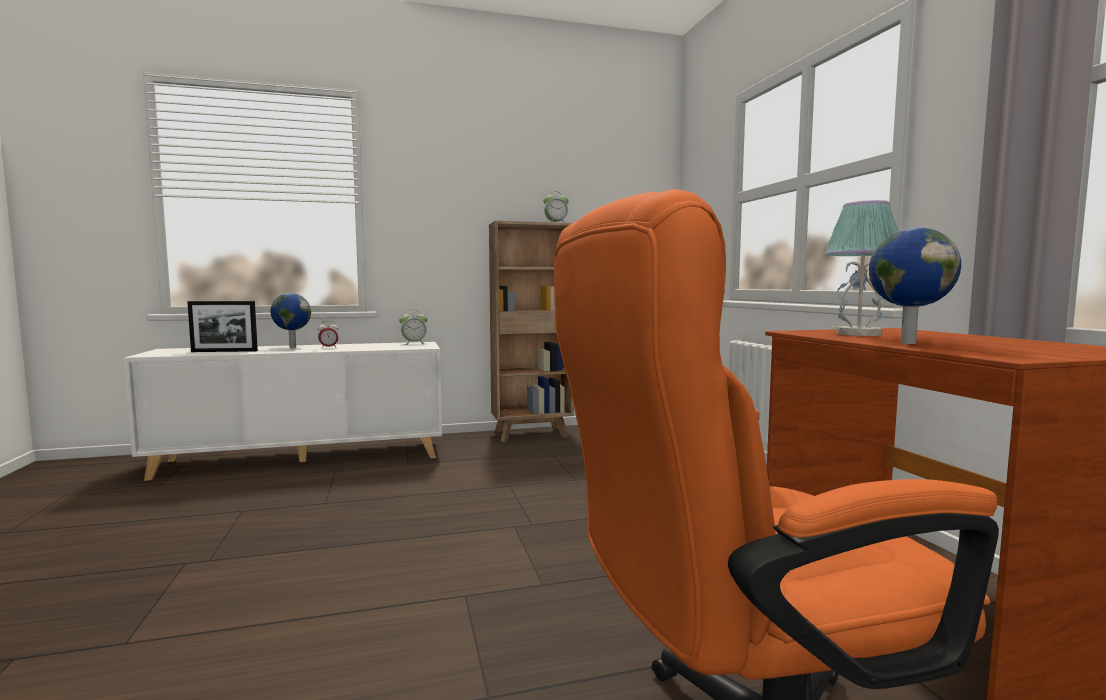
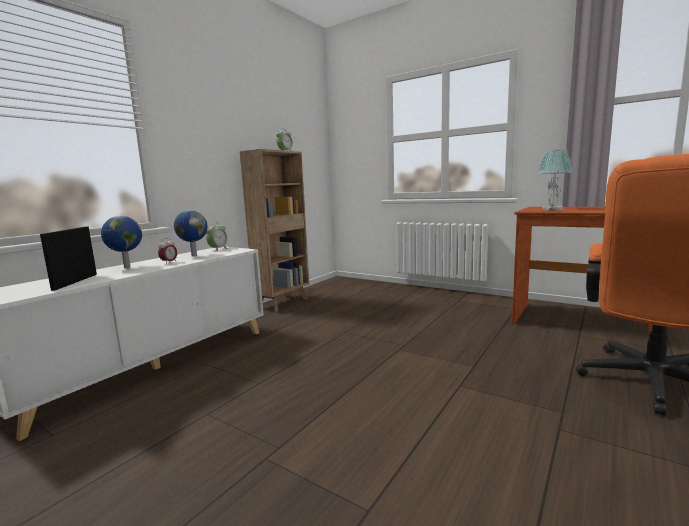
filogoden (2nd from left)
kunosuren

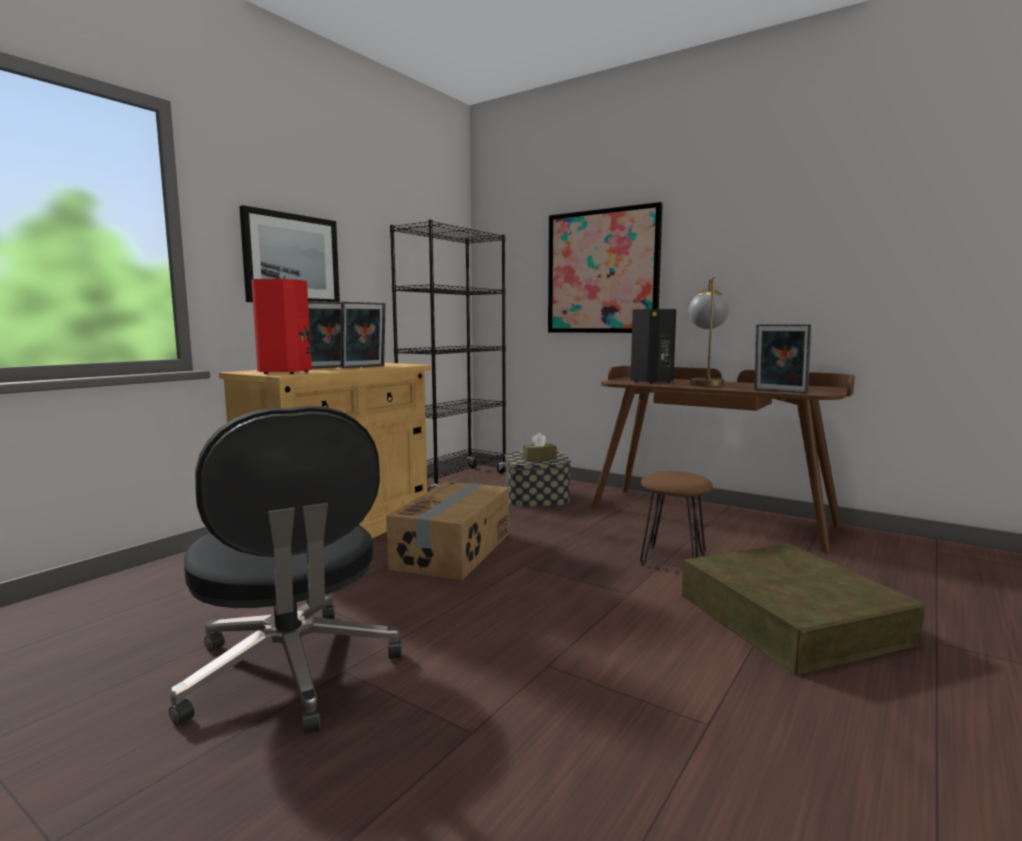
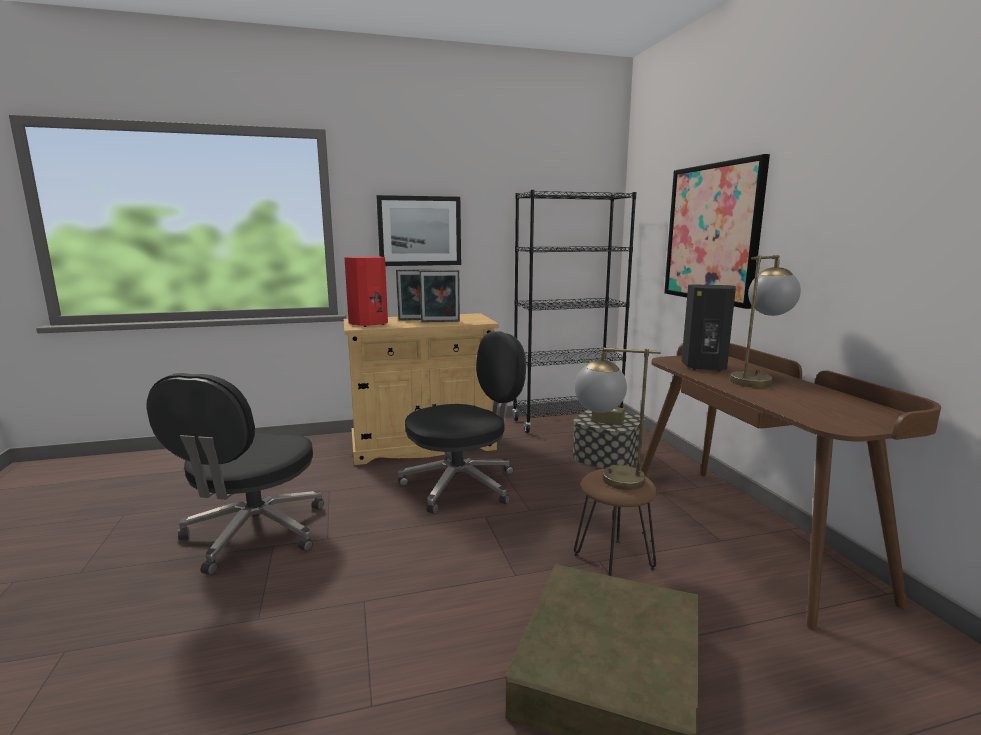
kunosuren (3rd from left in the first image)
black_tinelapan (2nd from left)
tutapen (1st from left)

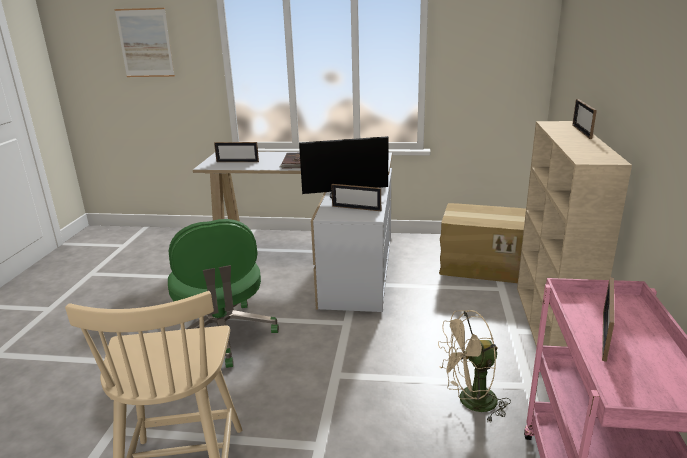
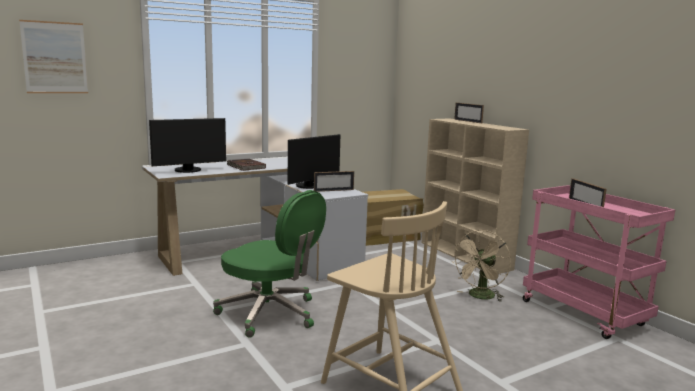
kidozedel (1st from left)

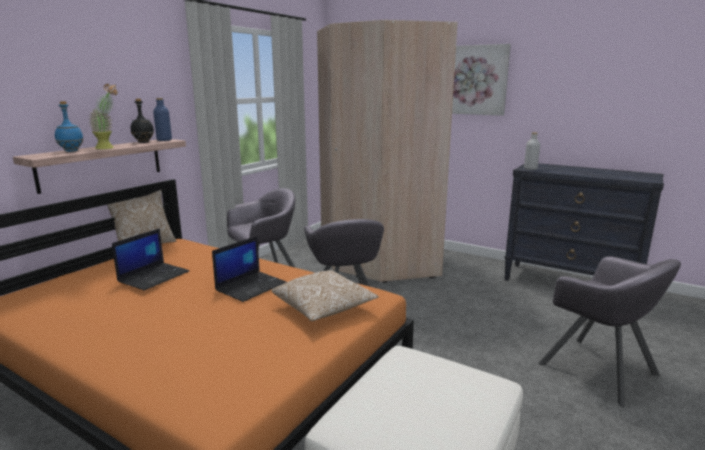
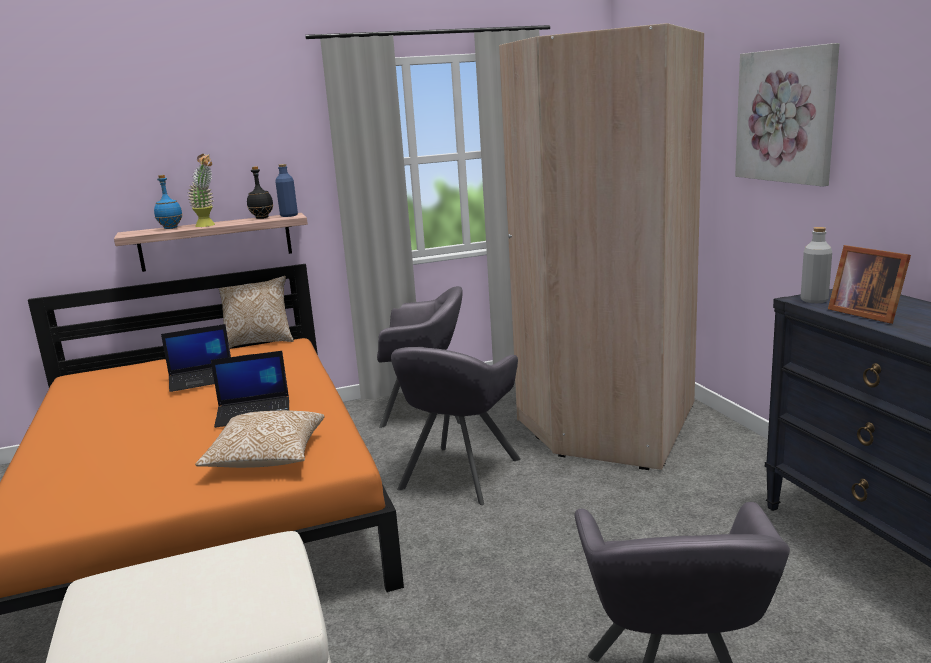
kunosuren

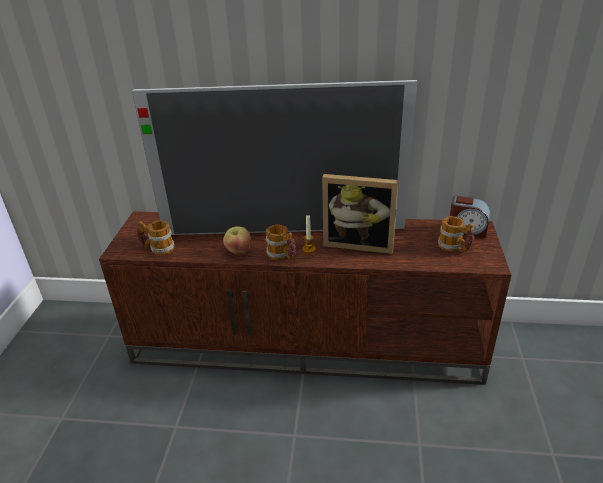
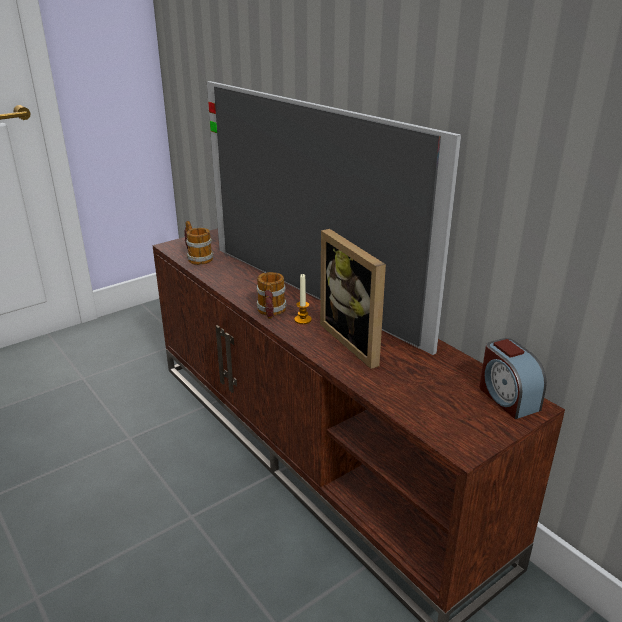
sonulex (3rd from left in the first image)
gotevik

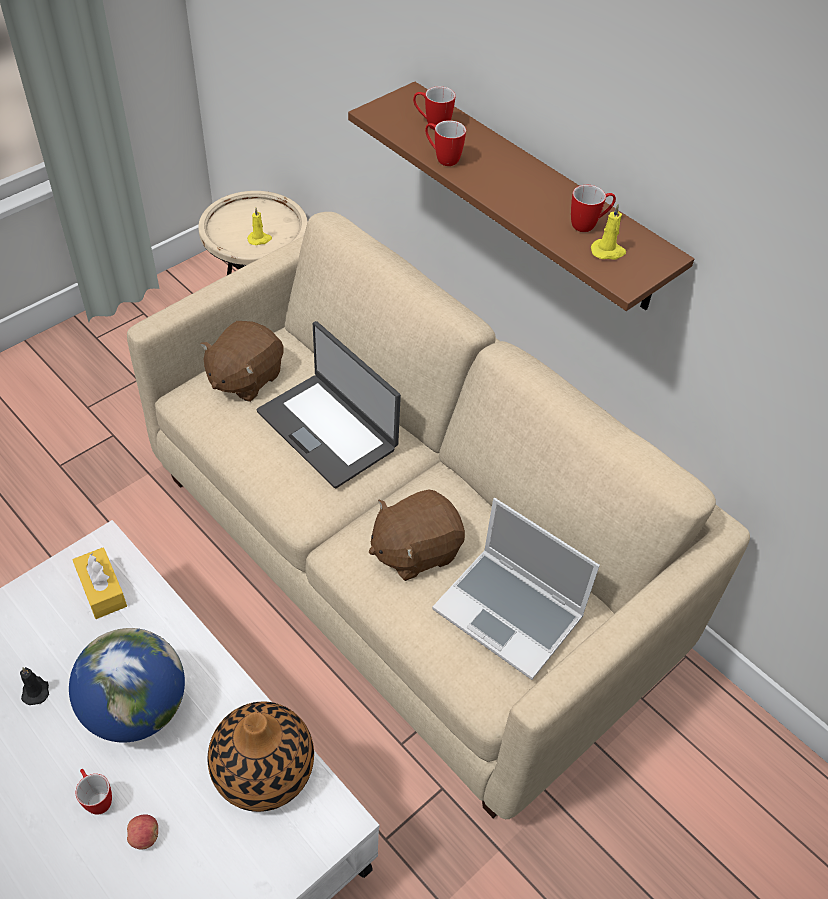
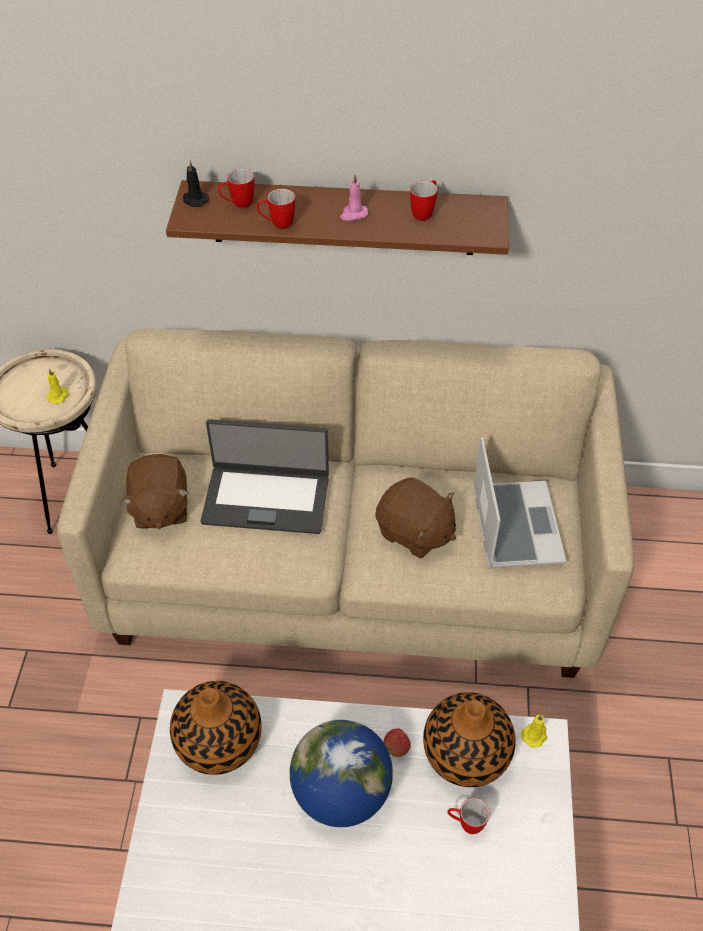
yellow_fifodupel (2nd from left)
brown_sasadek (2nd from left)
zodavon (2nd from left)
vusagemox (1st from left)
black_fifodupel
sonulex (4th from left)
gotevik
pink_fifodupel

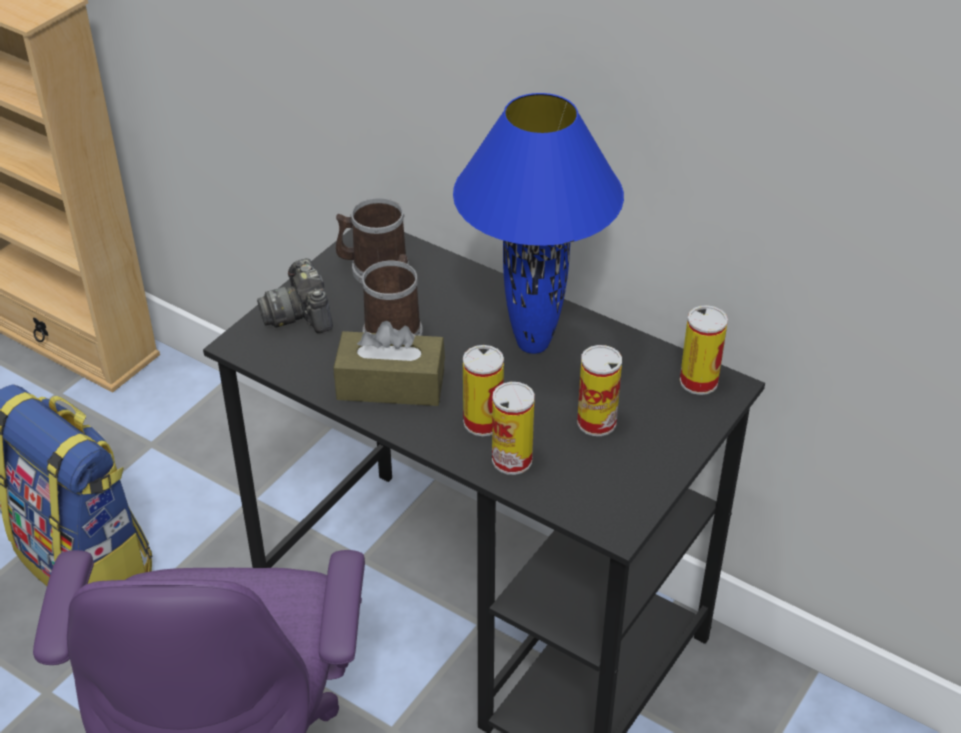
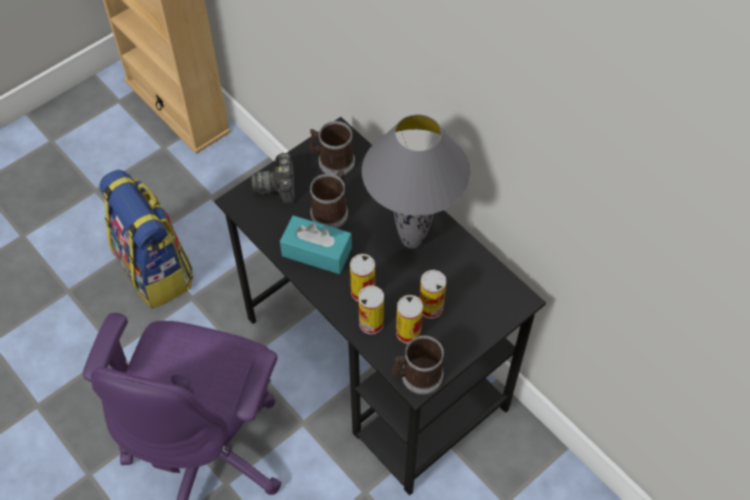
grey_tutapen
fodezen (3rd from left)
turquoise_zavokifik
sonulex (3rd from left)

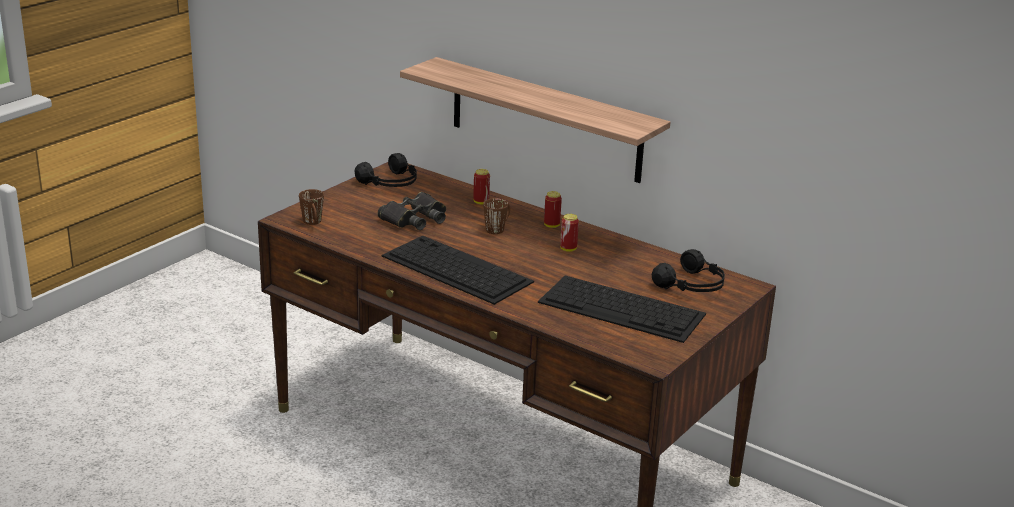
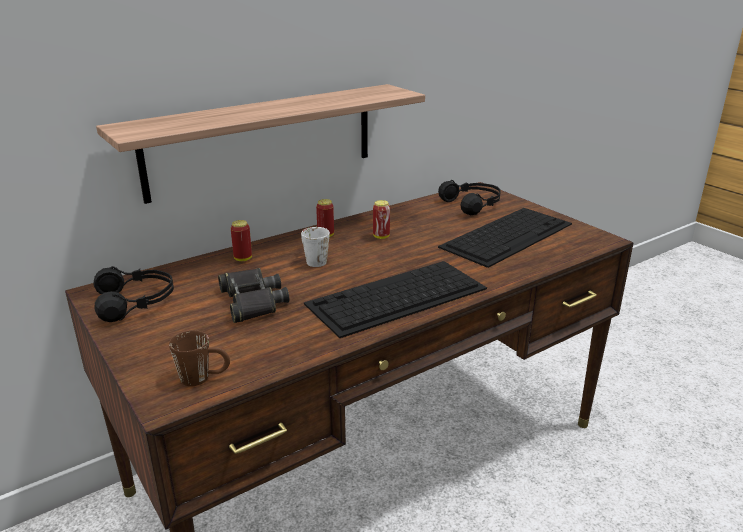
white_sonulex

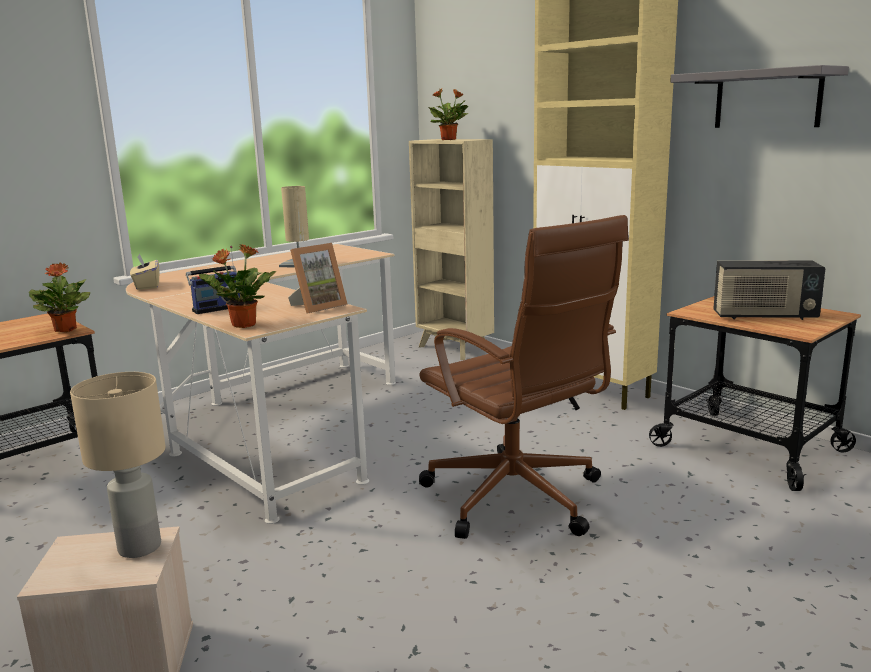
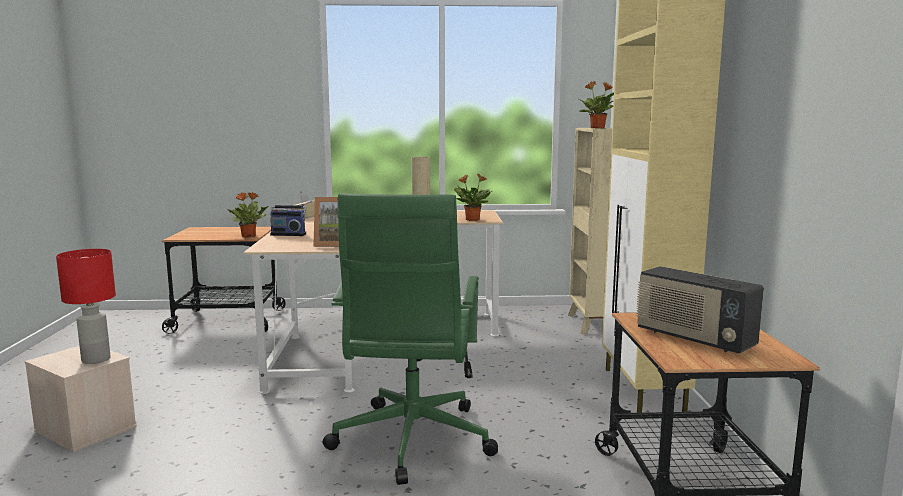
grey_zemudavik
green_tinelapan
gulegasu (2nd from left)
red_tutapen

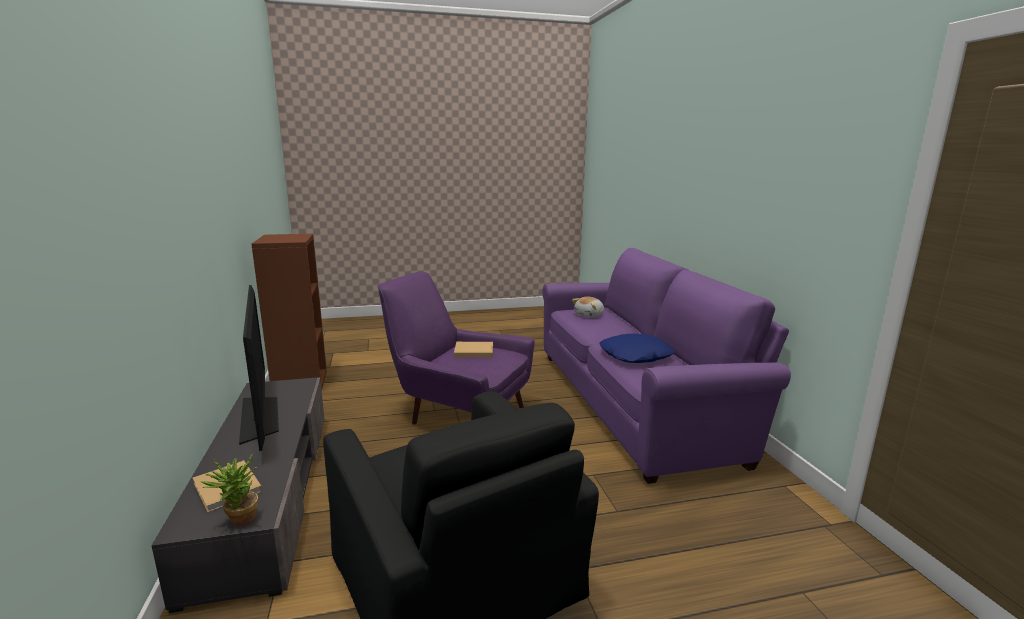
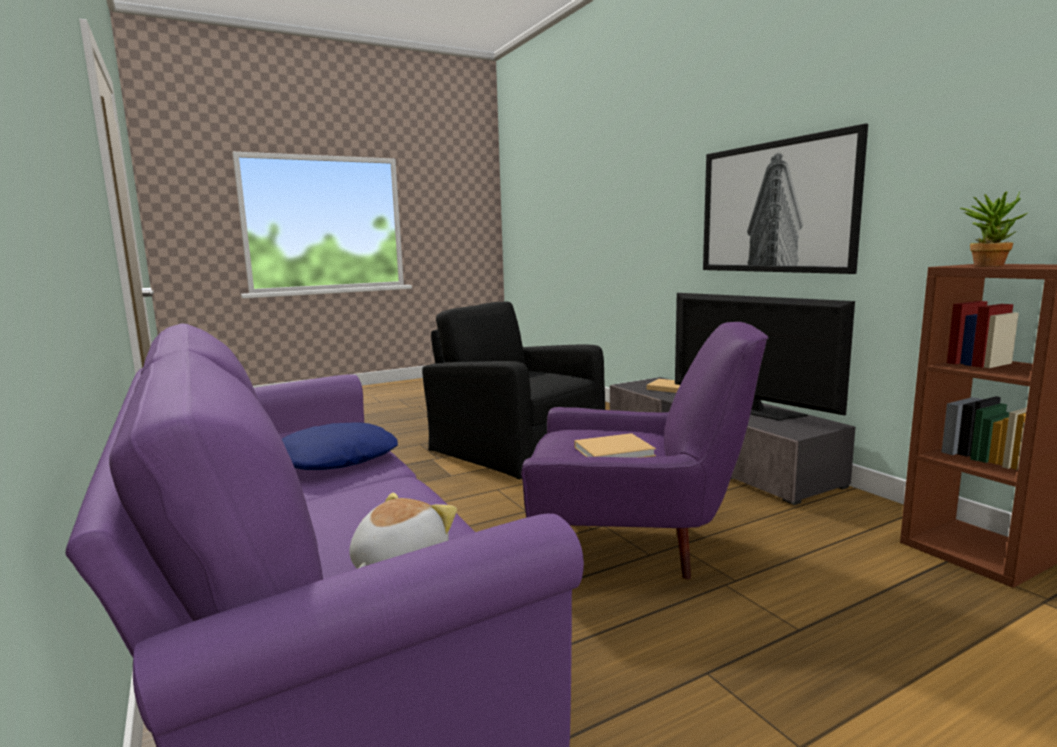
gulegasu
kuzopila

